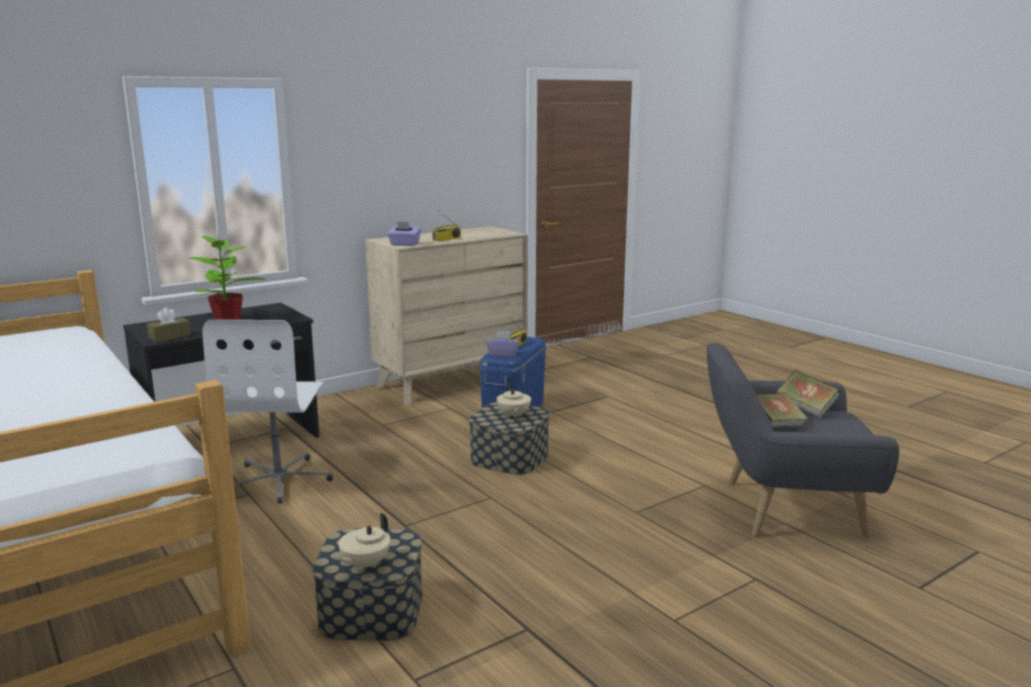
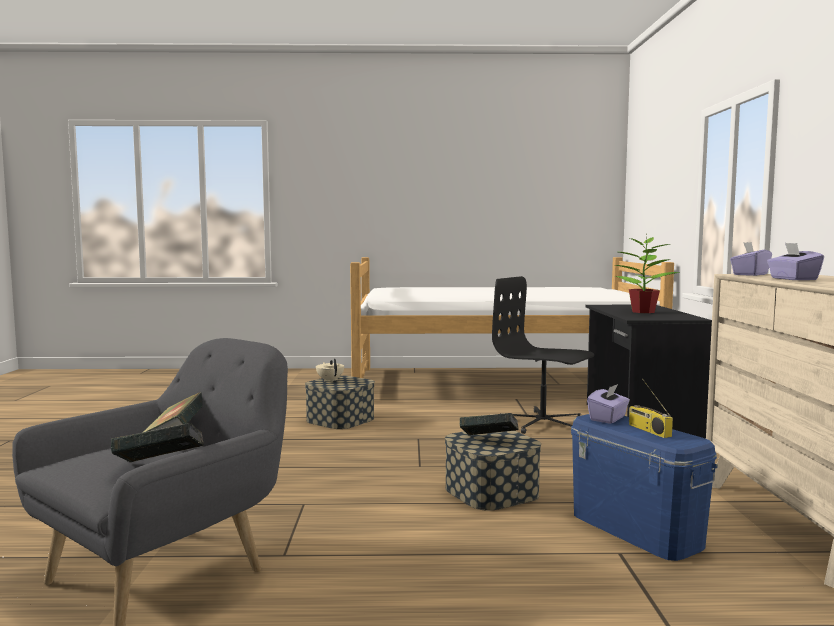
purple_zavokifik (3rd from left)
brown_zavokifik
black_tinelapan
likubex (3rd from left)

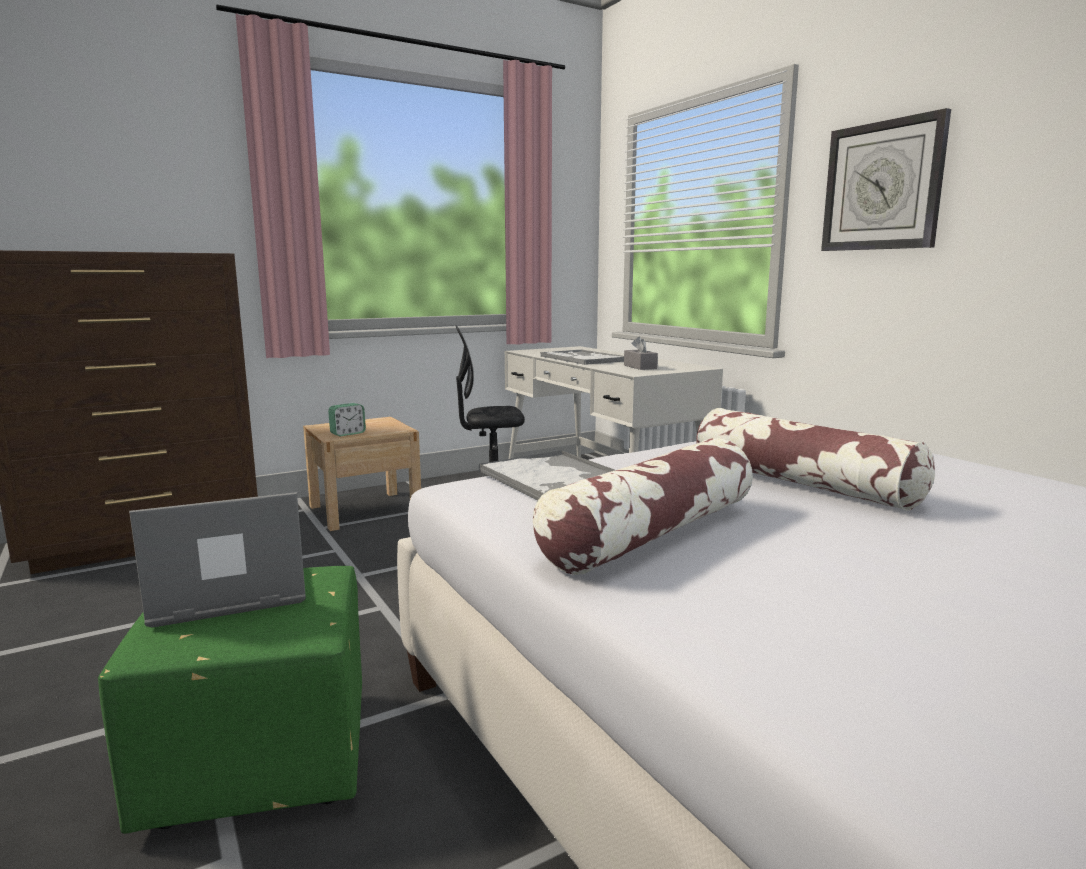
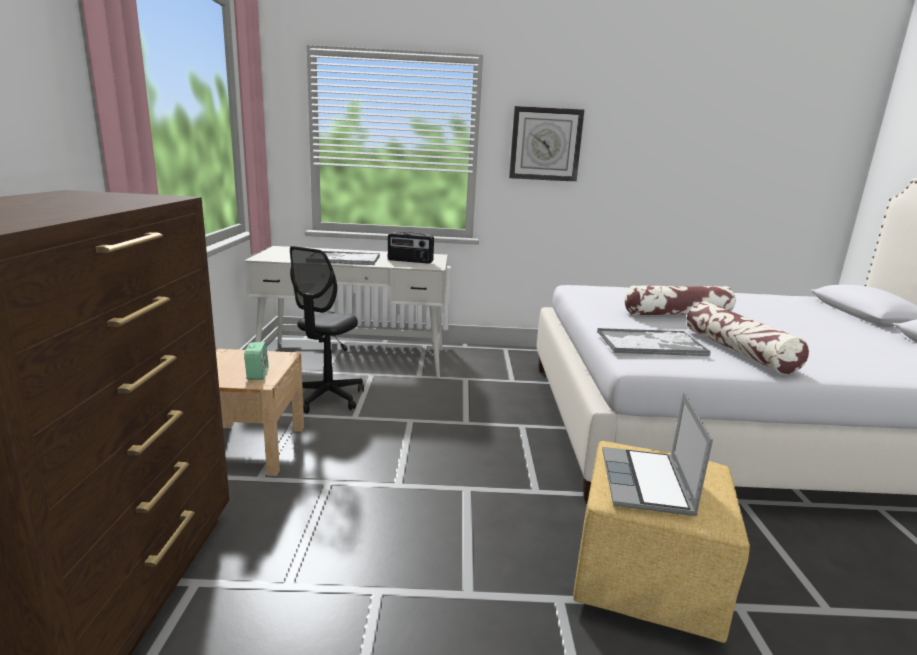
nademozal
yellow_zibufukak

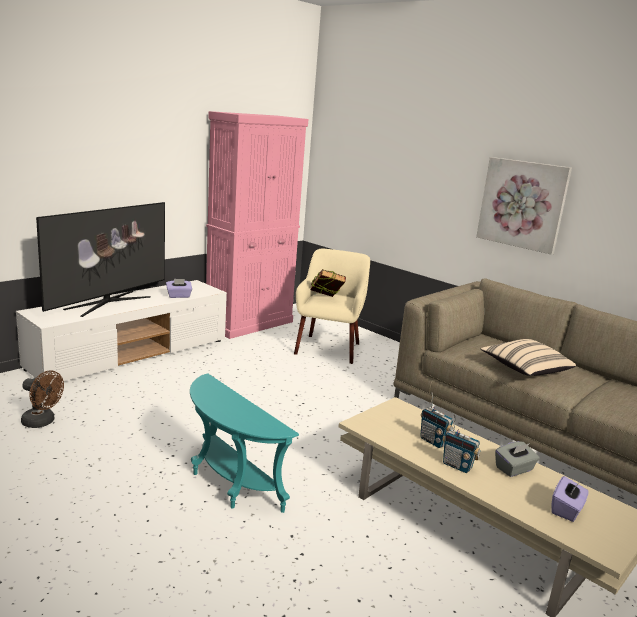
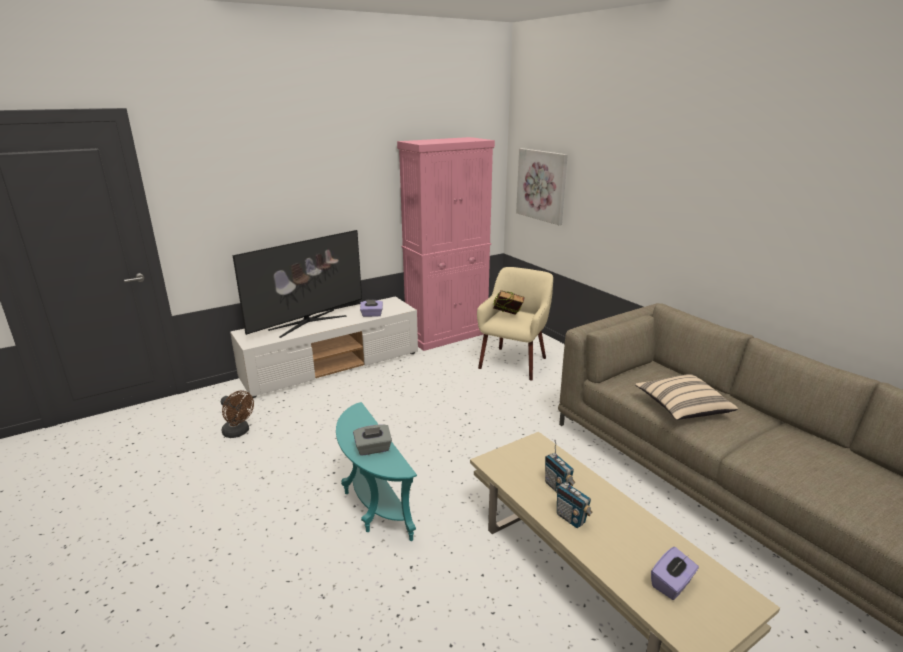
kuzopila
grey_zavokifik

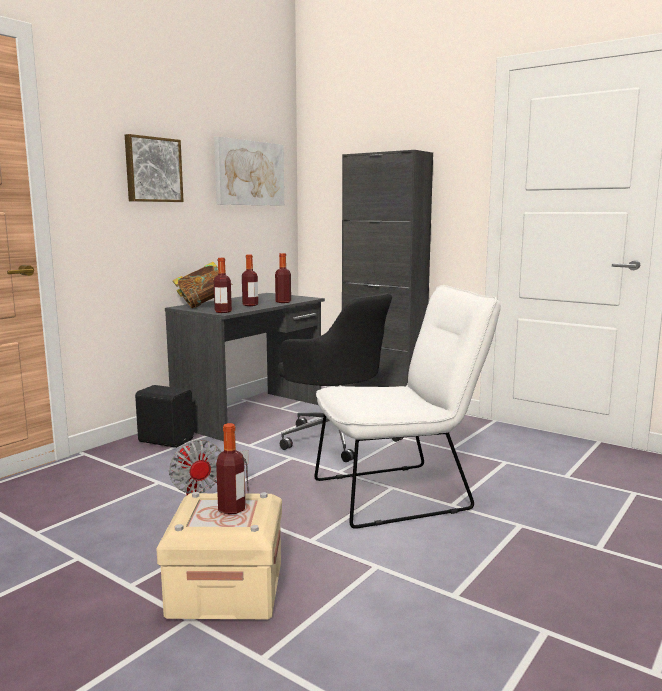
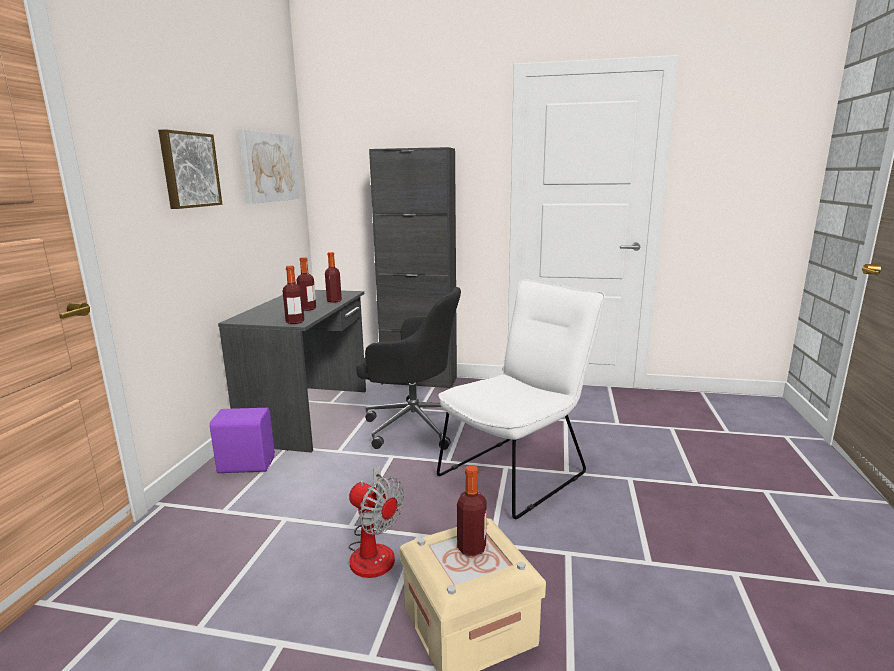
likubex
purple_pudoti

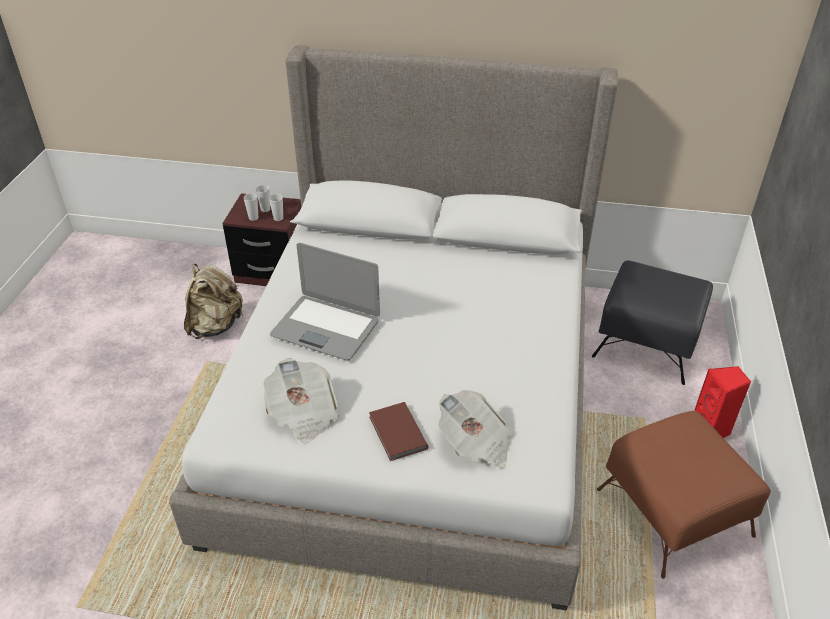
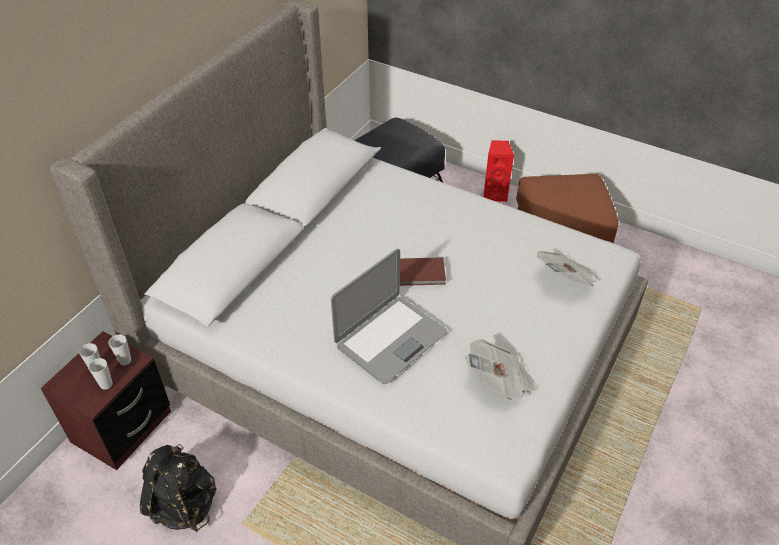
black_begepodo
brown_likubex

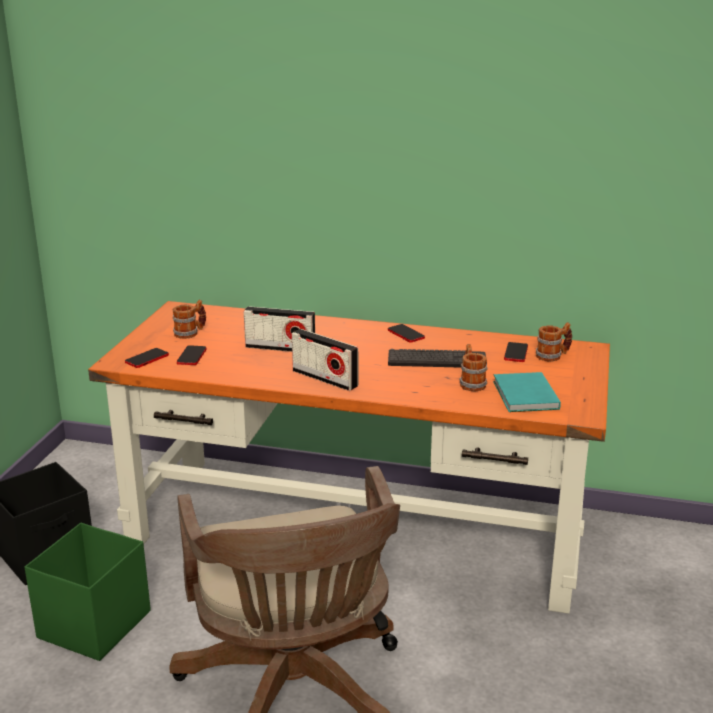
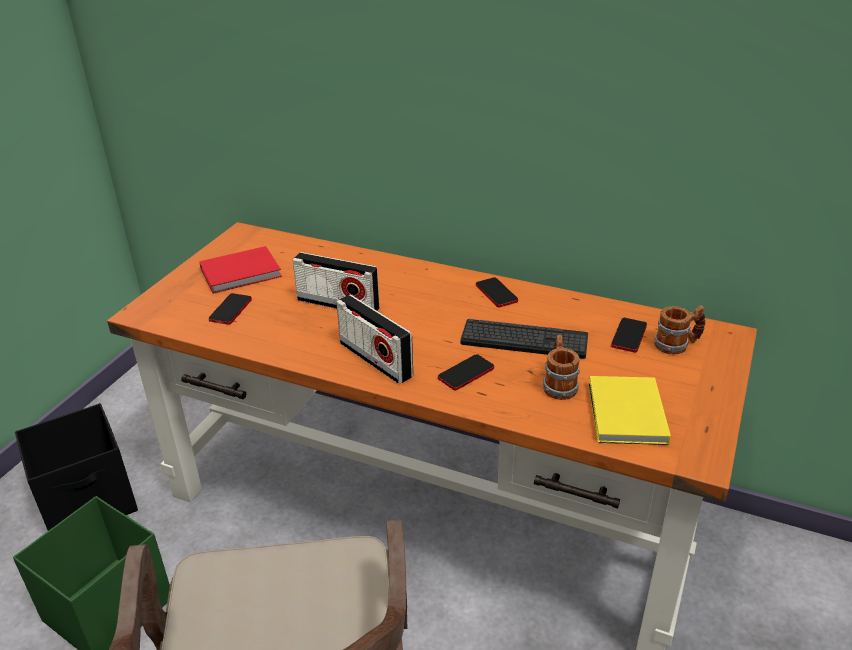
red_likubex
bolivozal (2nd from left)
yellow_likubex

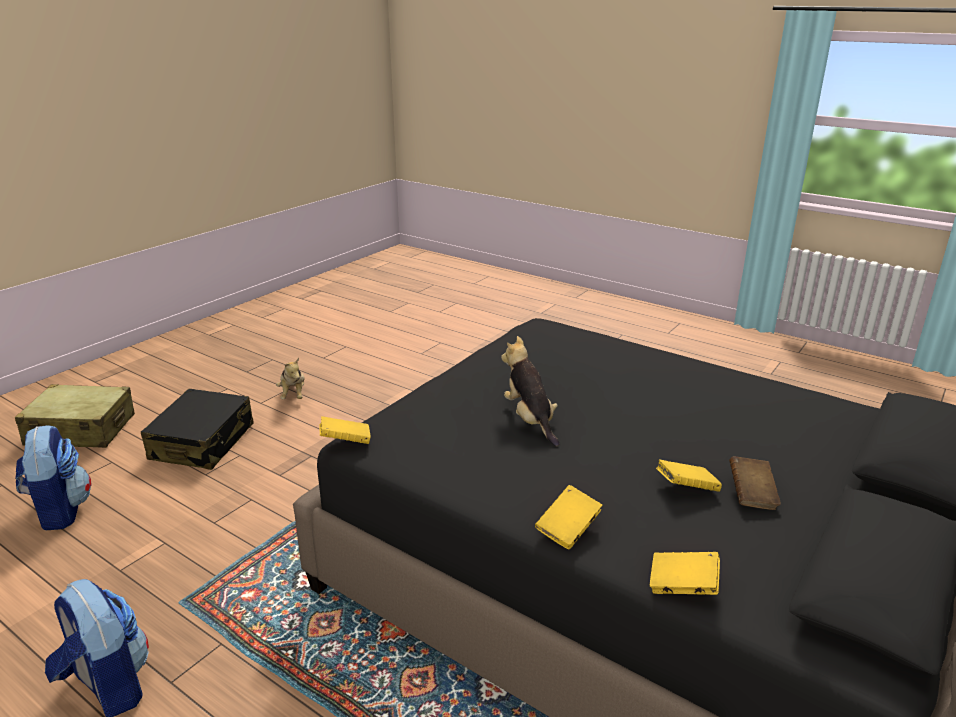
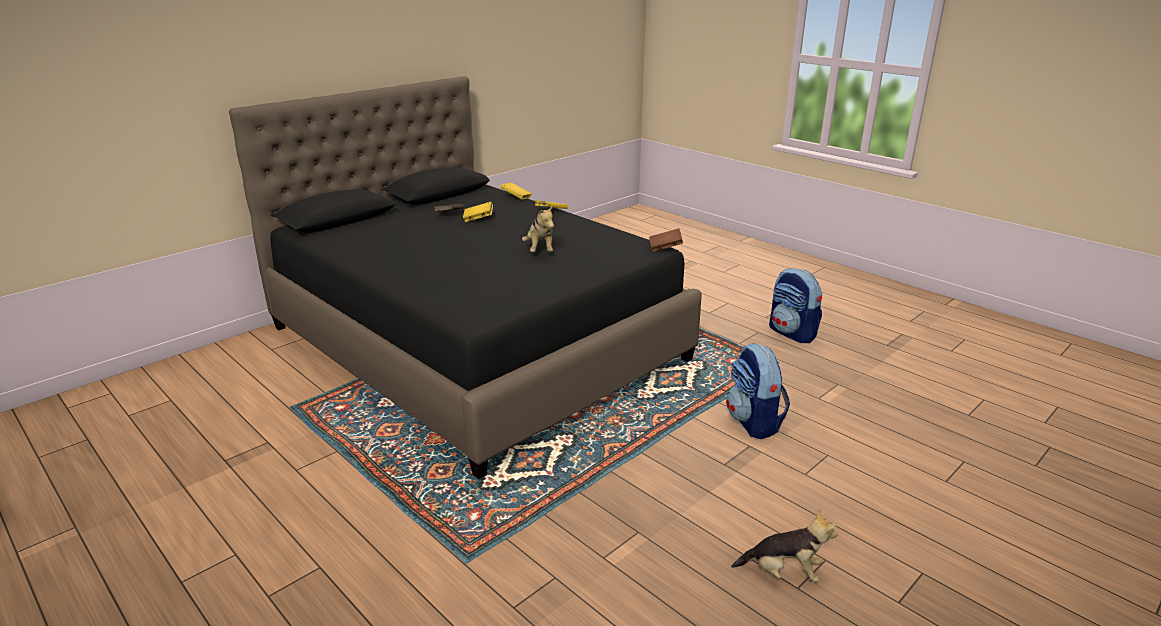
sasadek (2nd from left)
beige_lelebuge
black_lelebuge
brown_likubex (2nd from left)
begepodo (1st from left)

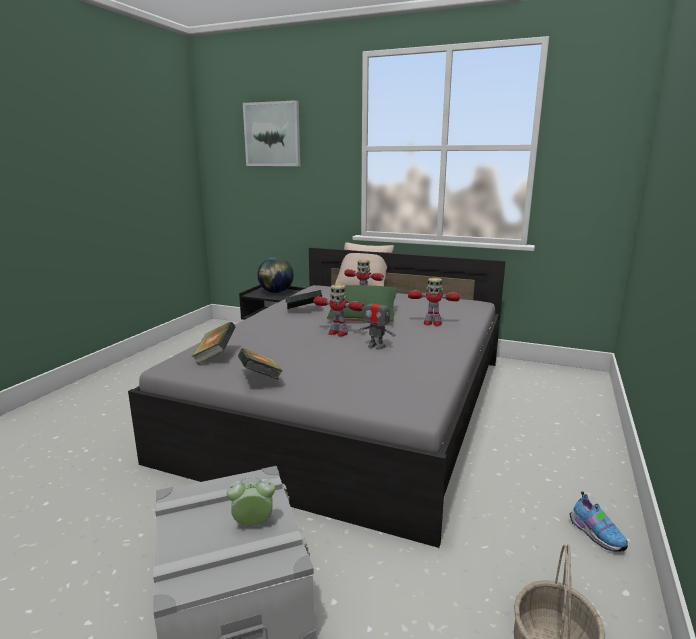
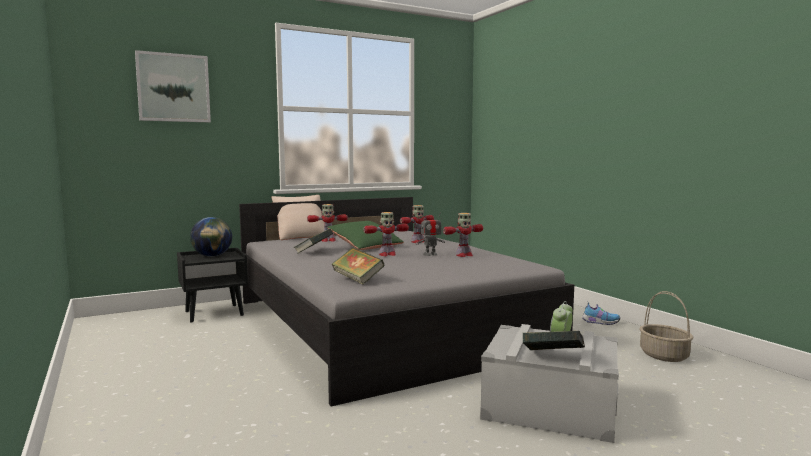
likubex (3rd from left)
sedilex (5th from left)

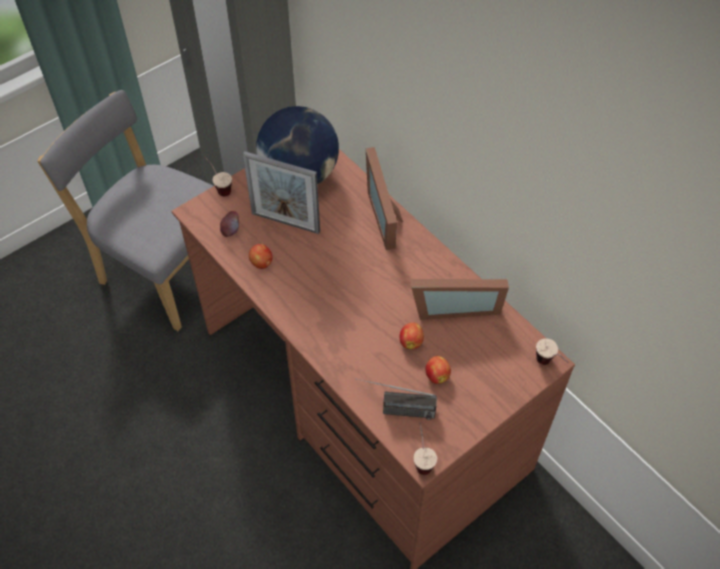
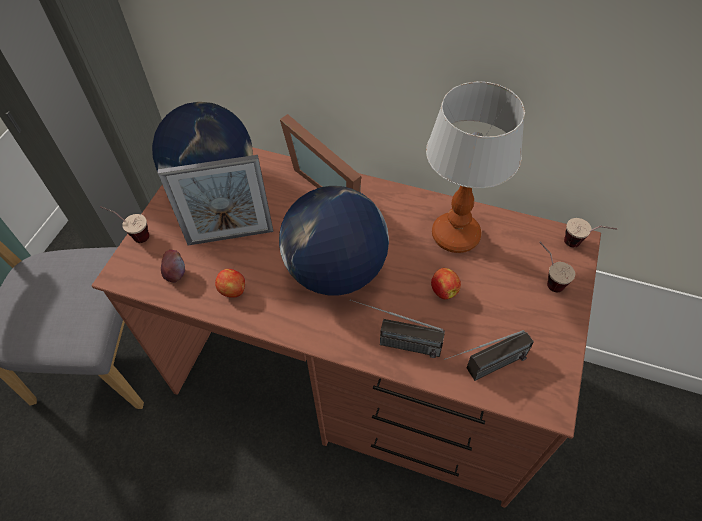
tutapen
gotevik (4th from left in the first image)
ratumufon (2nd from left)
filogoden (2nd from left)
nademozal (1st from left)

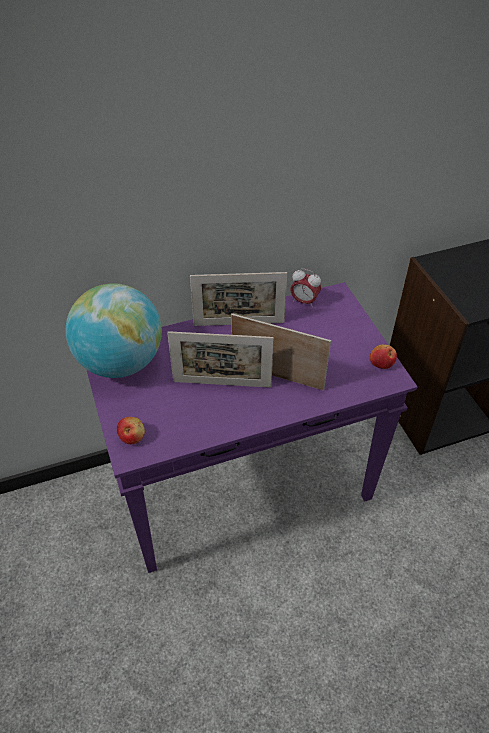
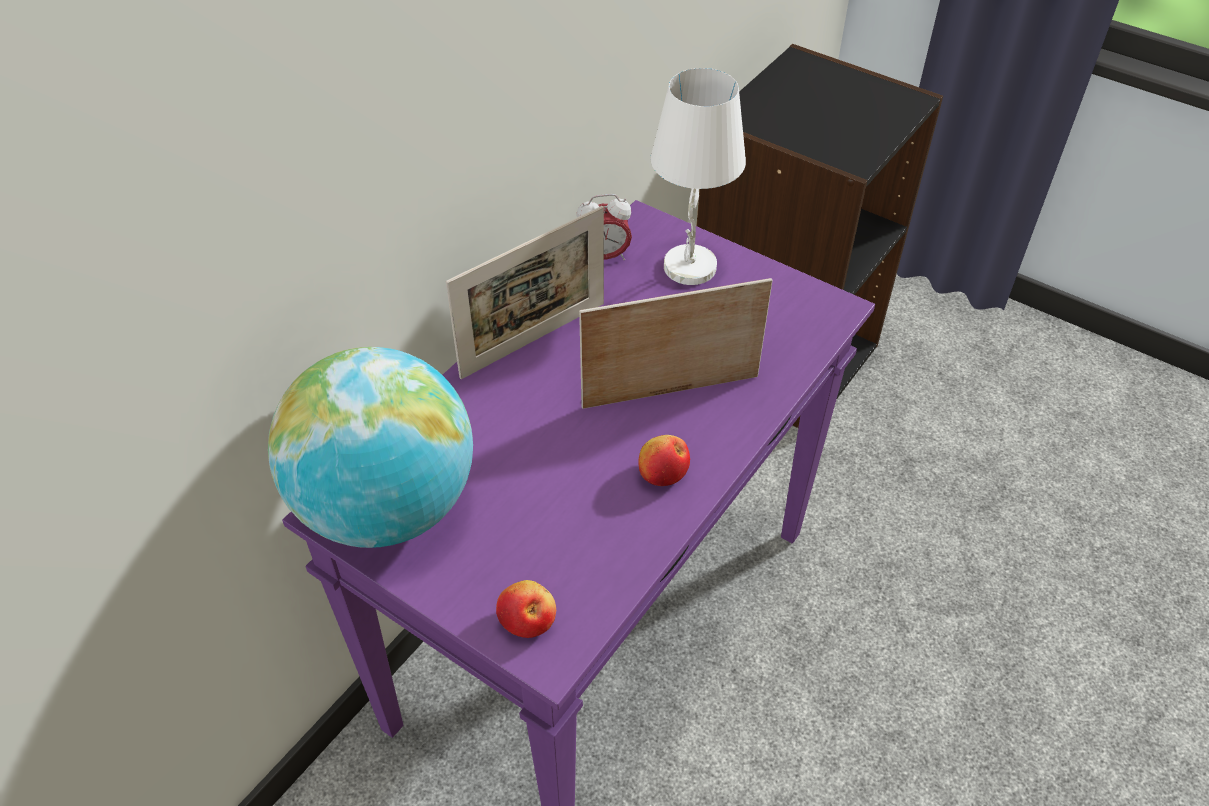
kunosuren (1st from left in the first image)
gotevik (2nd from left)
white_tutapen

